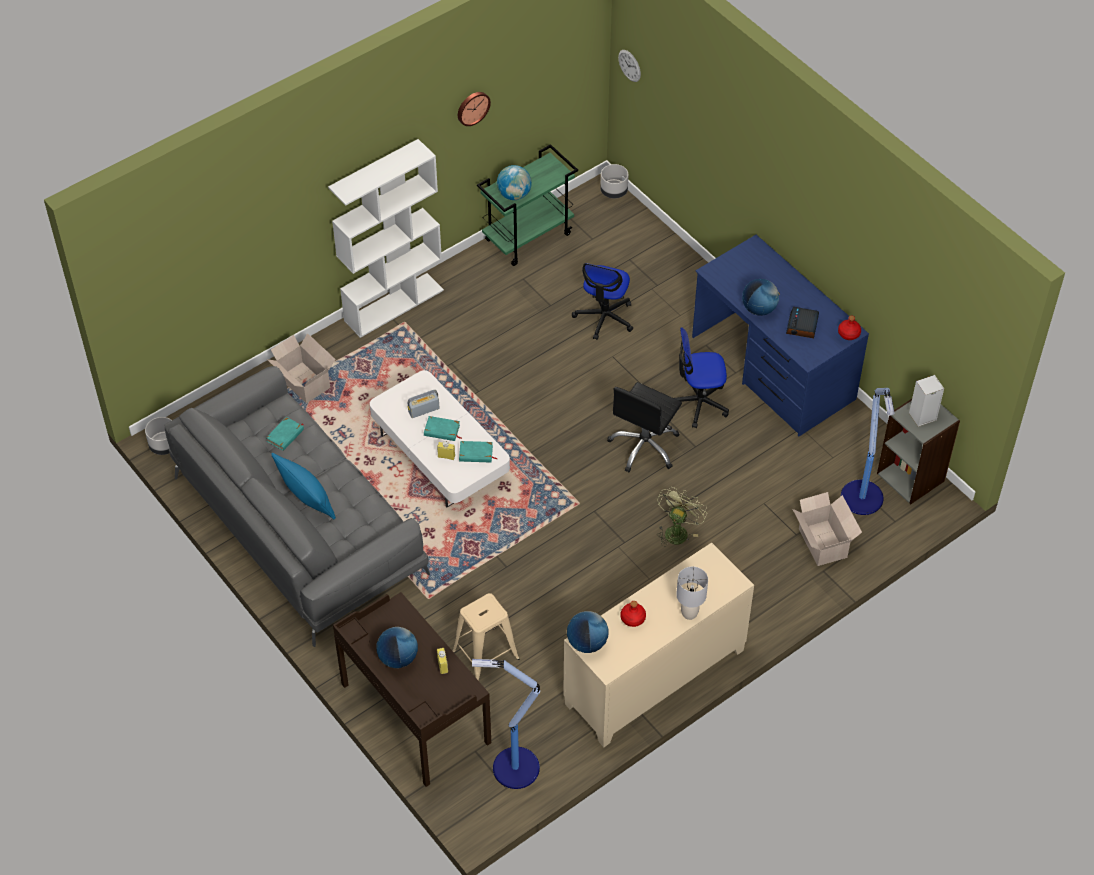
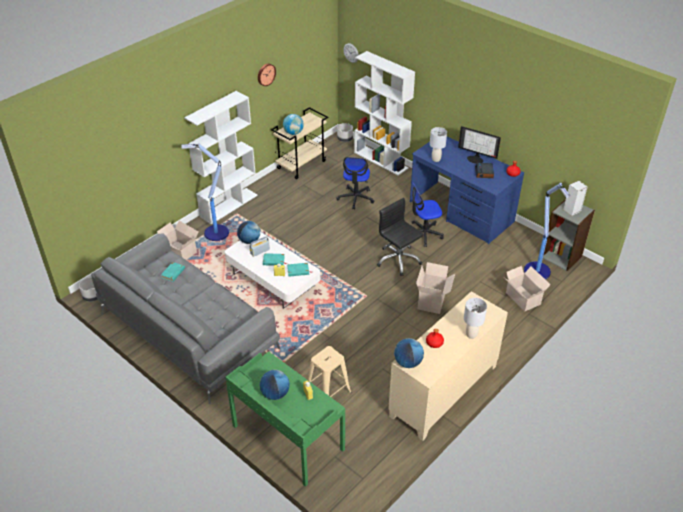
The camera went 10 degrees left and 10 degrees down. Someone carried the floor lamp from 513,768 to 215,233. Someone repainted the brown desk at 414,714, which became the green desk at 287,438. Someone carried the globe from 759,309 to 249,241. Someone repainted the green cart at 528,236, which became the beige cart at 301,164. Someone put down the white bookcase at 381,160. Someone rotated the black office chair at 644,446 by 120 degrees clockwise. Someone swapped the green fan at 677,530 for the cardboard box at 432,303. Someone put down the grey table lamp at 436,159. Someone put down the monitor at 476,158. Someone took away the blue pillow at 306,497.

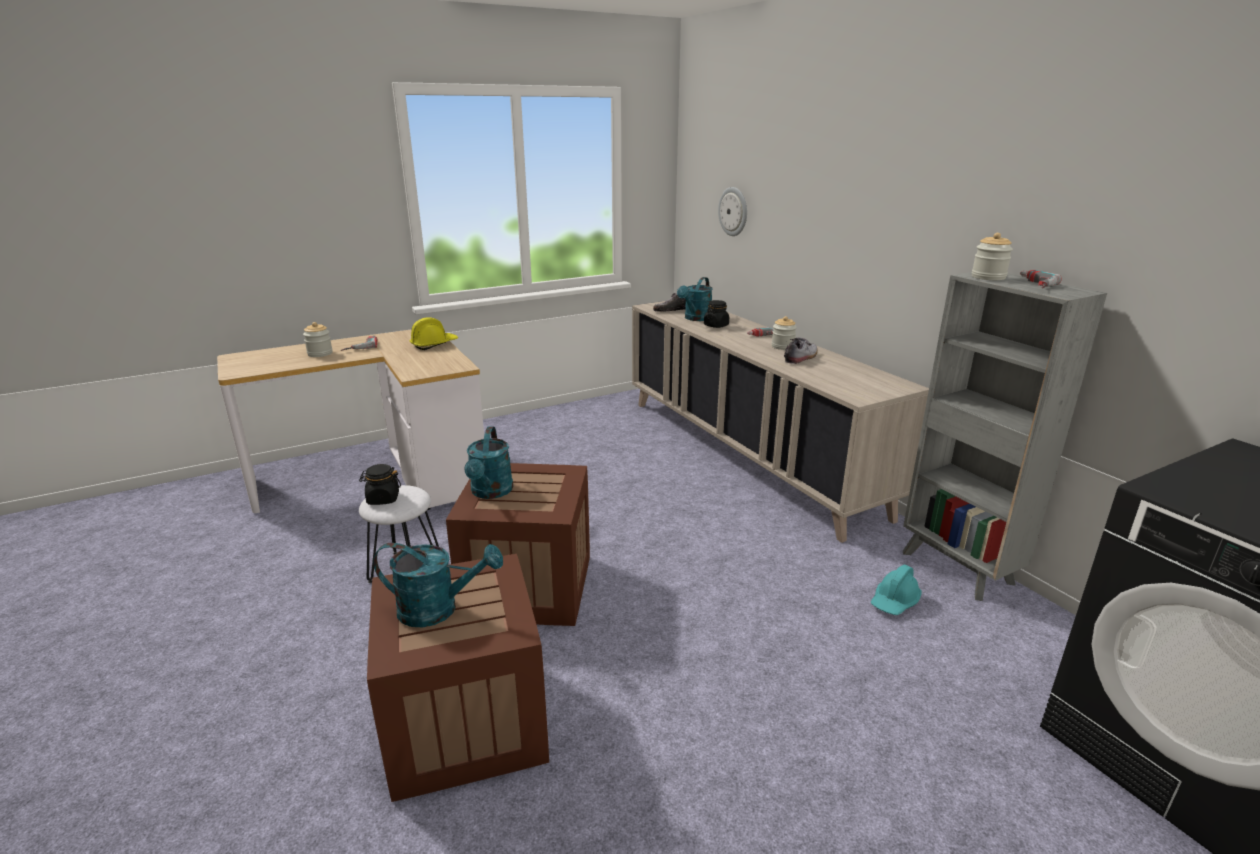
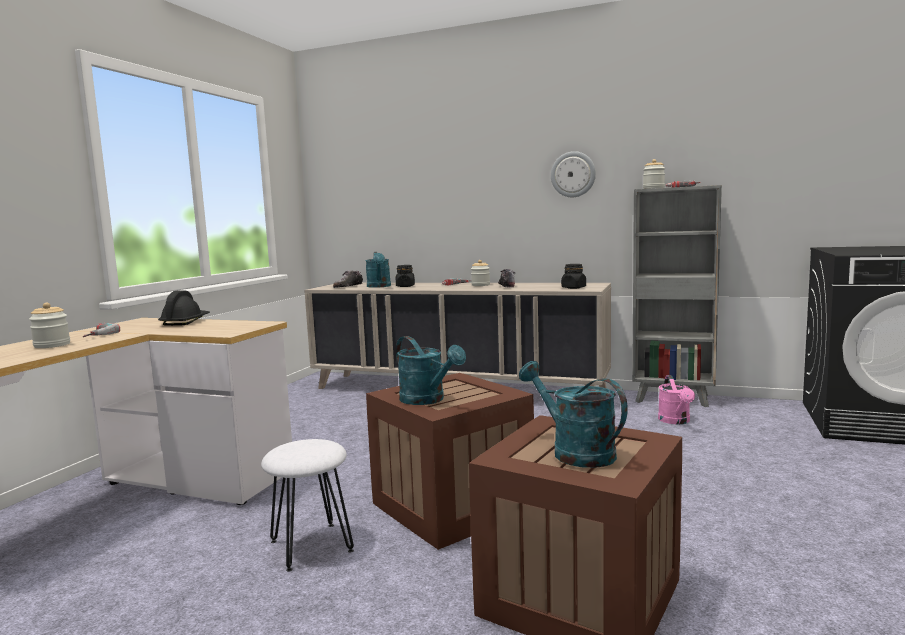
The camera went 40 degrees left and 15 degrees down. Someone repainted the yellow hard hat at 434,344, which became the black hard hat at 185,322. Someone rotated the turquoise watering can at 438,609 by 90 degrees counterclockwise. Someone carried the wall clock from 733,211 to 573,174. Someone carried the black jar from 383,499 to 573,288. Someone swapped the turquoise hard hat at 894,601 for the pink watering can at 676,421.

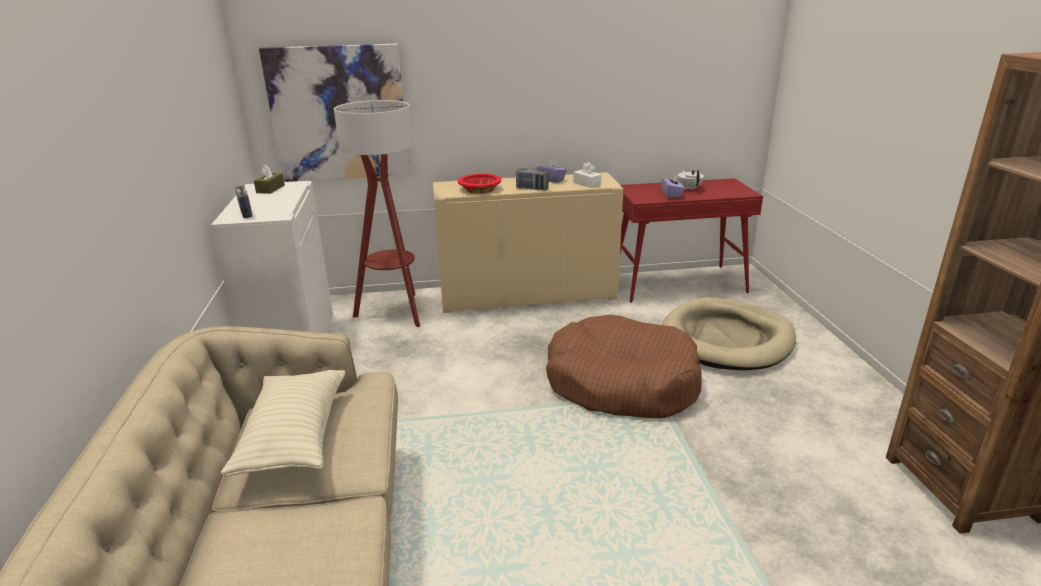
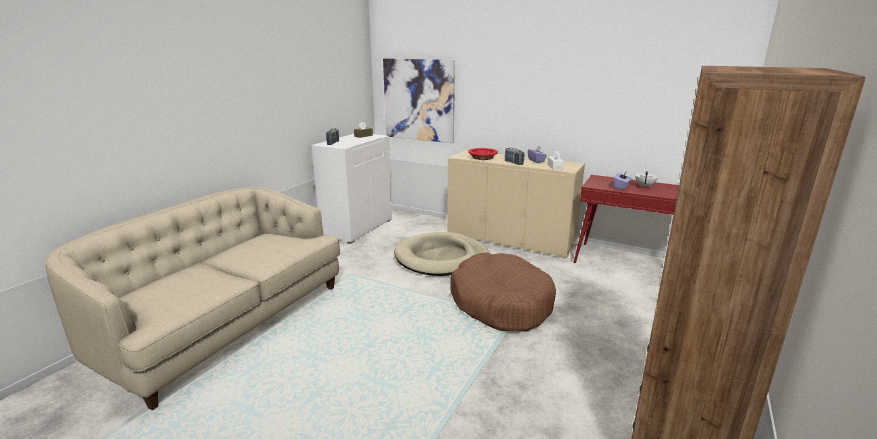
The camera went 35 degrees right and 5 degrees down. Someone carried the beige dog bed from 727,339 to 442,258. Someone took away the beige pillow at 294,436. Someone took away the floor lamp at 395,312.

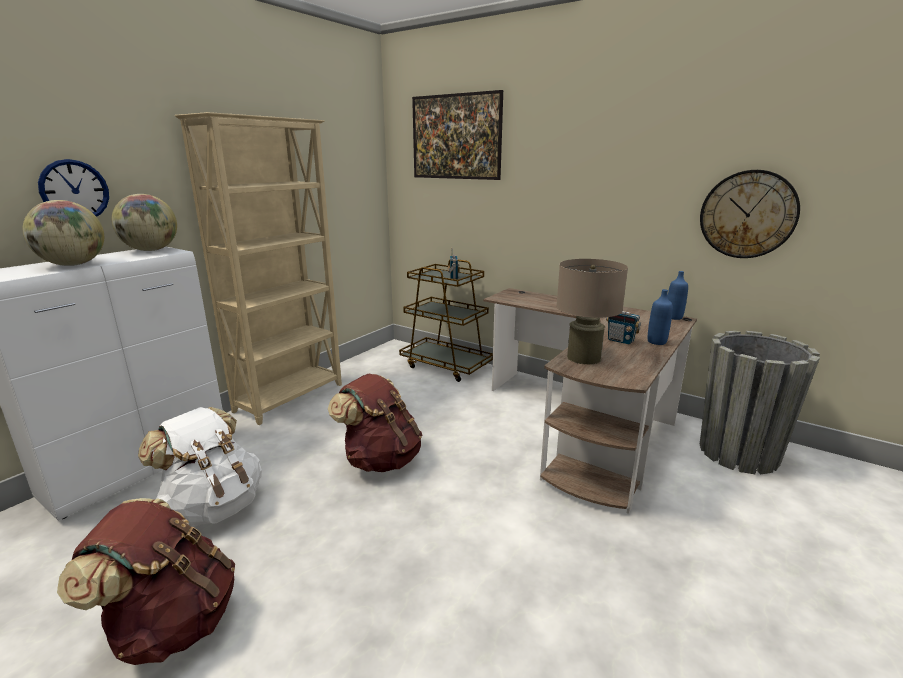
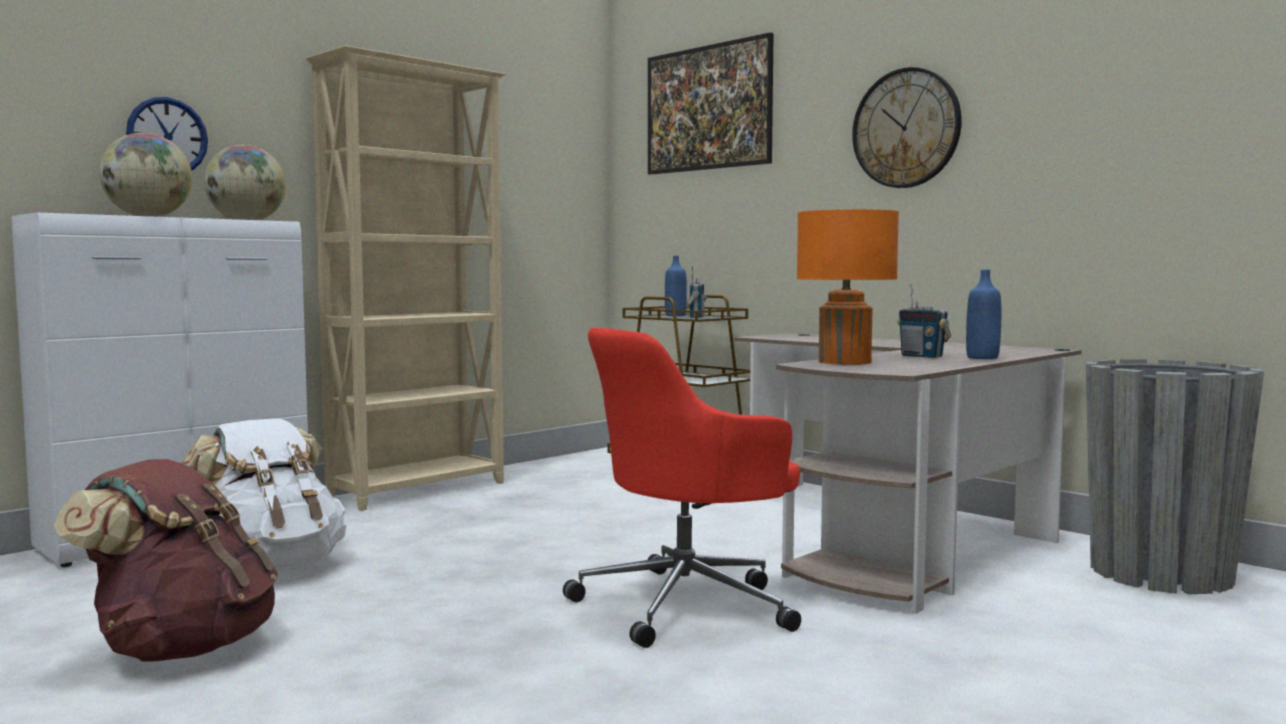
The camera went 10 degrees right and 15 degrees down. Someone put down the red office chair at 687,605. Someone carried the blue bottle from 673,317 to 675,315. Someone repainted the beige table lamp at 583,357, which became the orange table lamp at 844,362. Someone carried the wall clock from 748,214 to 906,128. Someone took away the brown backpack at 381,459.

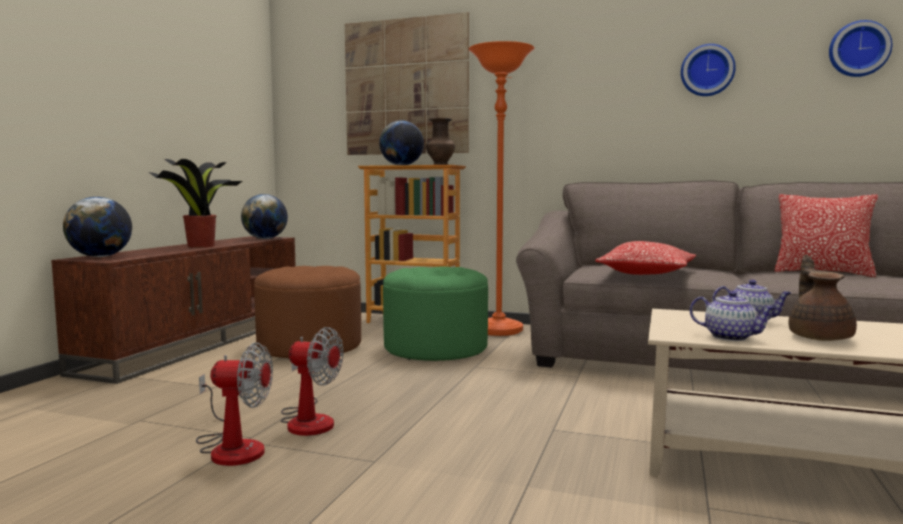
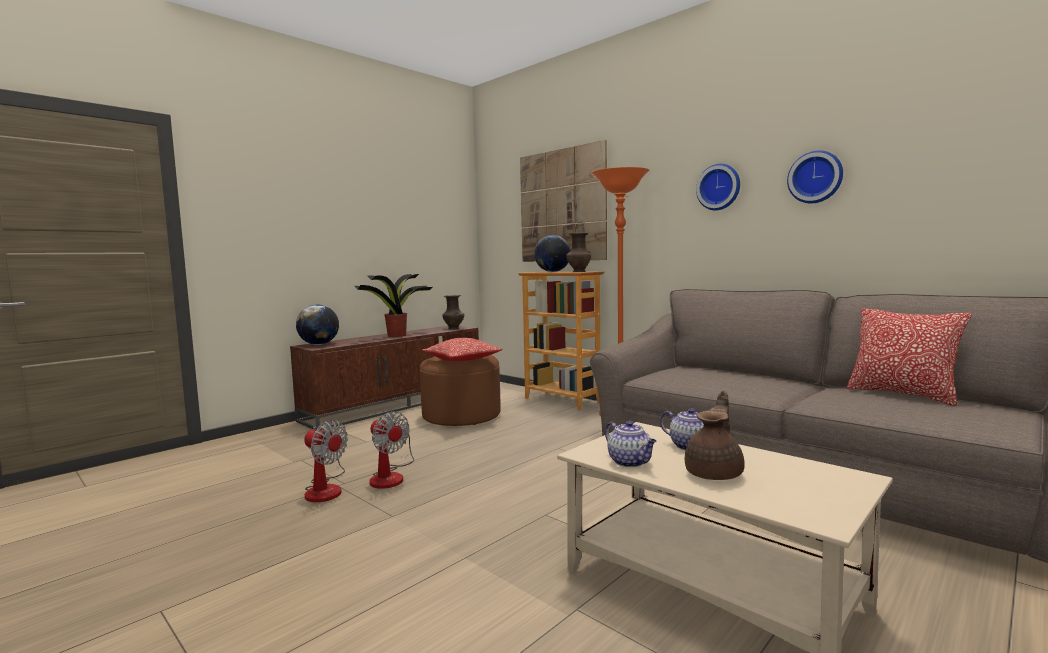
The camera went 25 degrees right and 0 degrees up. Someone carried the pillow from 646,273 to 462,360. Someone swapped the globe at 265,239 for the brown vase at 454,329. Someone carried the wall clock from 858,49 to 719,187. Someone took away the green ottoman at 435,348.

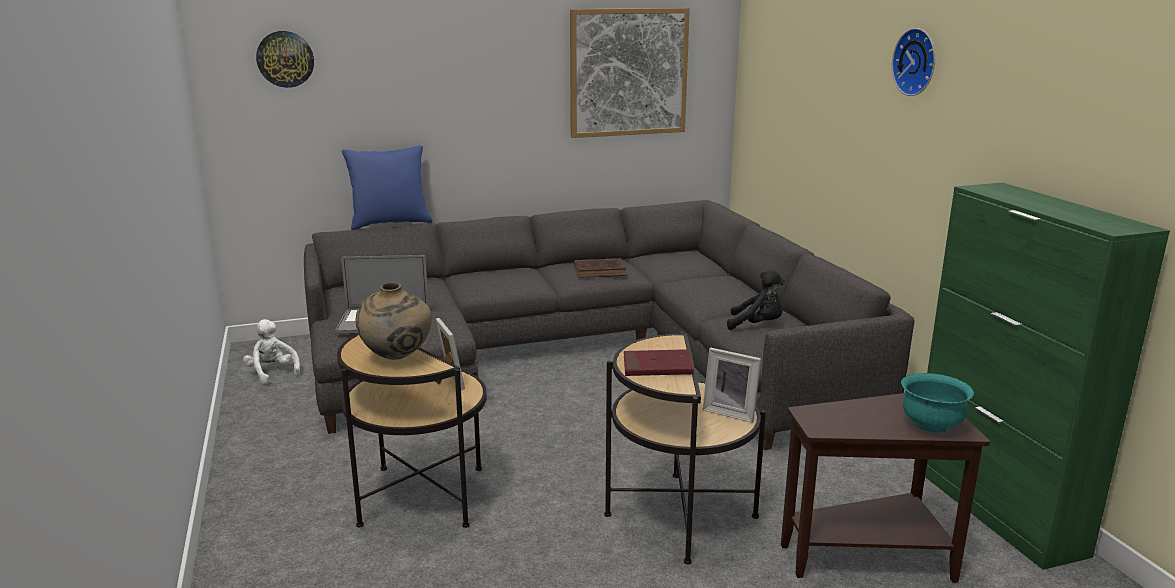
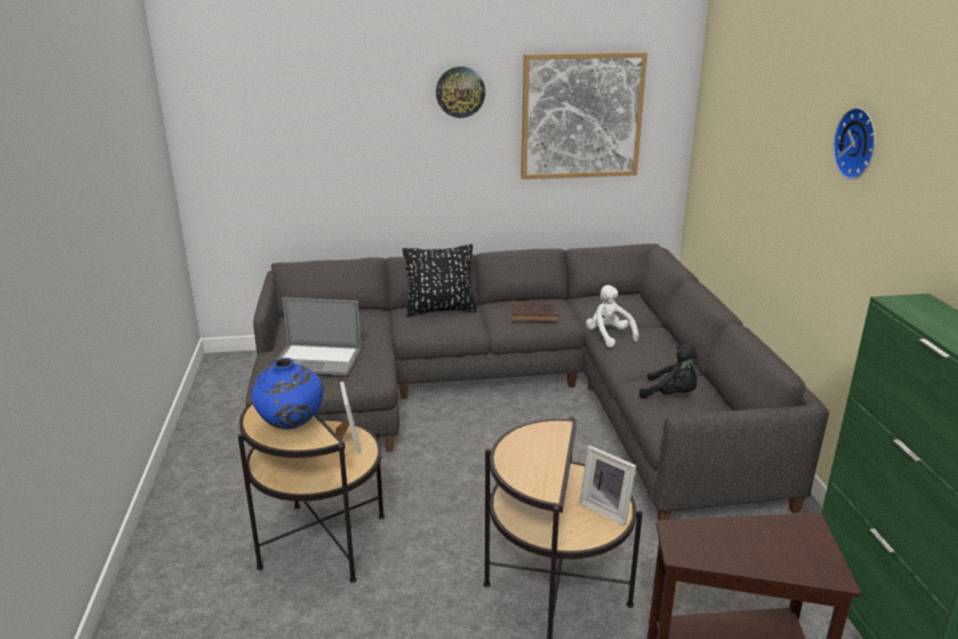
The camera went 10 degrees right and 5 degrees up. Someone repainted the beige vase at 397,358, which became the blue vase at 292,426. Someone put down the black pillow at 440,310. Someone carried the wall clock from 285,59 to 460,92. Someone carried the white plush toy from 272,373 to 609,336. Someone took away the blue pillow at 390,223. Someone took away the red book at 657,367. Someone took away the turquoise bowl at 931,425.

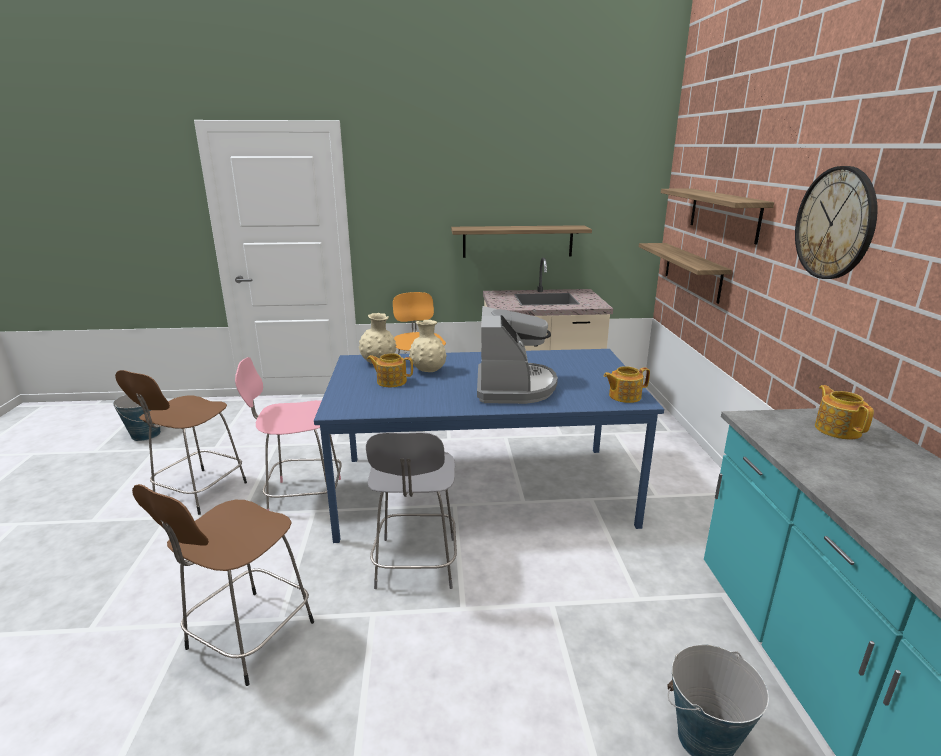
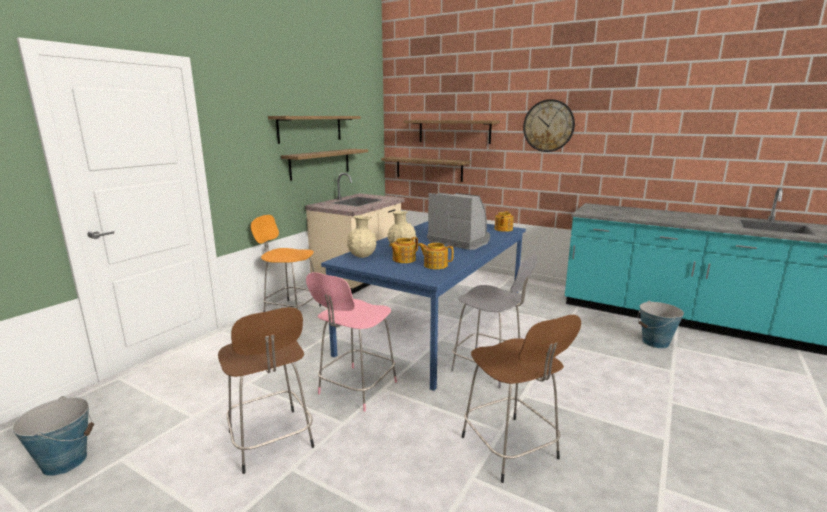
The camera went 55 degrees left and 5 degrees down. Someone put up the shelf at 310,128. Someone carried the teapot from 837,429 to 435,265.

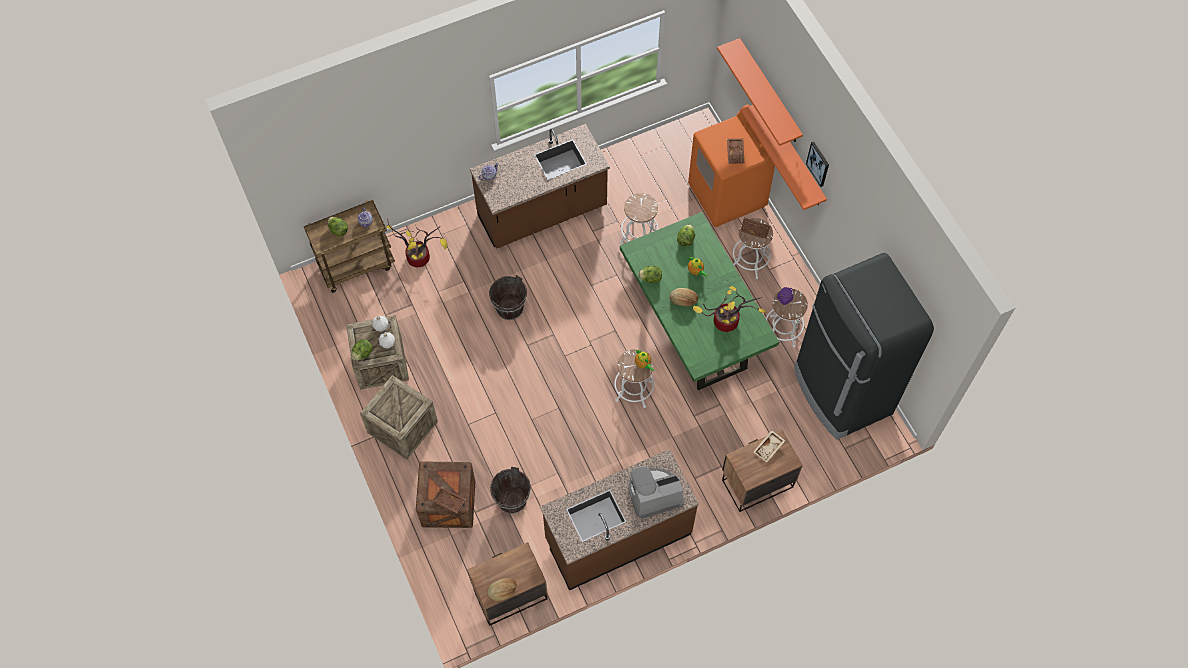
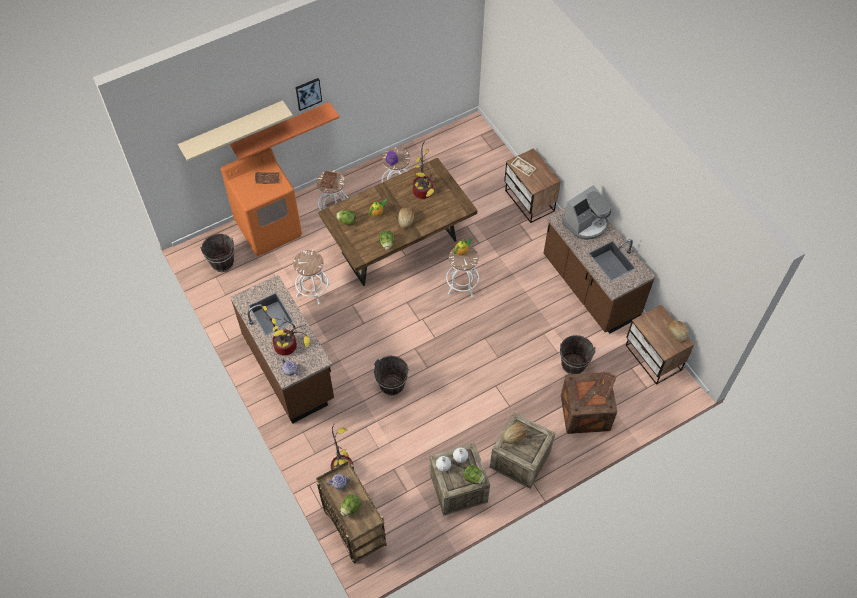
The camera went 95 degrees left and 5 degrees down. Someone repainted the orange shelf at 769,92, which became the beige shelf at 232,128. Someone put down the brown bucket at 222,263. Someone put down the potted plant at 287,345. Someone repainted the green dining table at 692,327, which became the brown dining table at 398,248. Someone put down the bread at 514,435. Someone rotated the coffee machine at 654,494 by 105 degrees counterclockwise. Someone took away the black fridge at 841,392.

